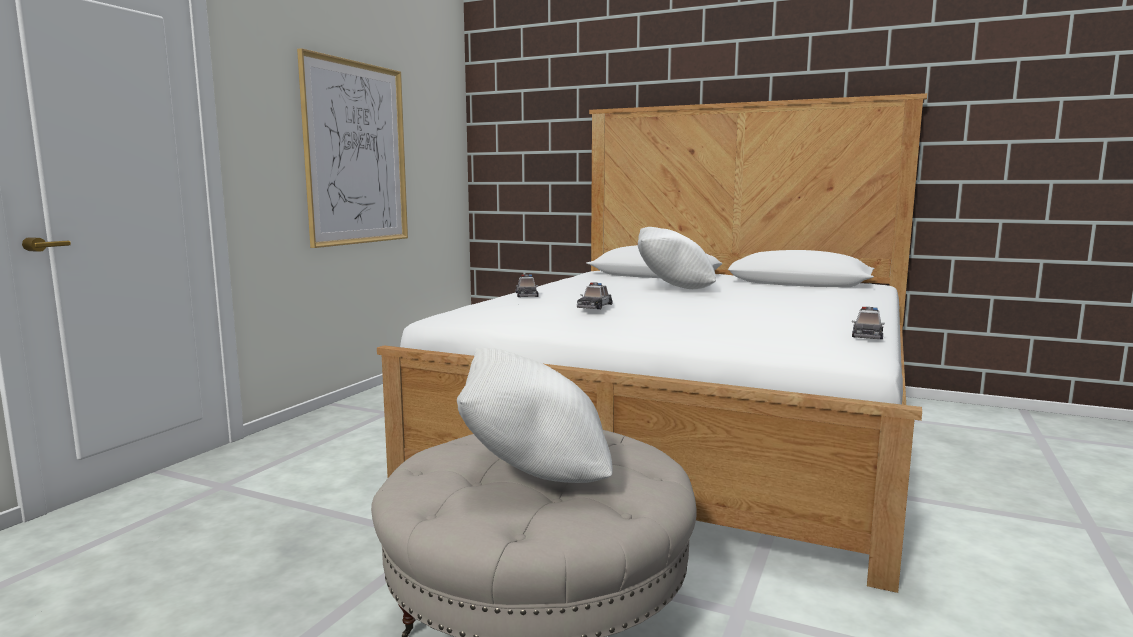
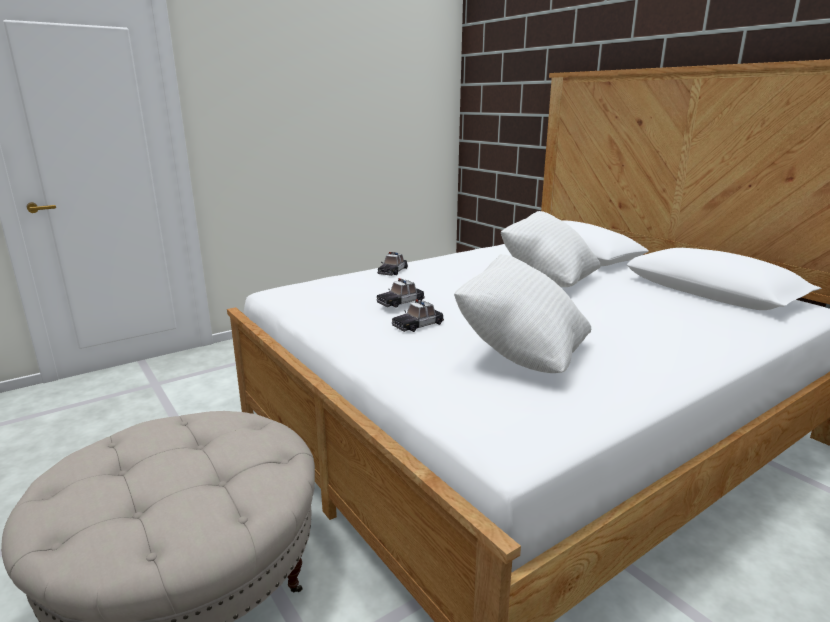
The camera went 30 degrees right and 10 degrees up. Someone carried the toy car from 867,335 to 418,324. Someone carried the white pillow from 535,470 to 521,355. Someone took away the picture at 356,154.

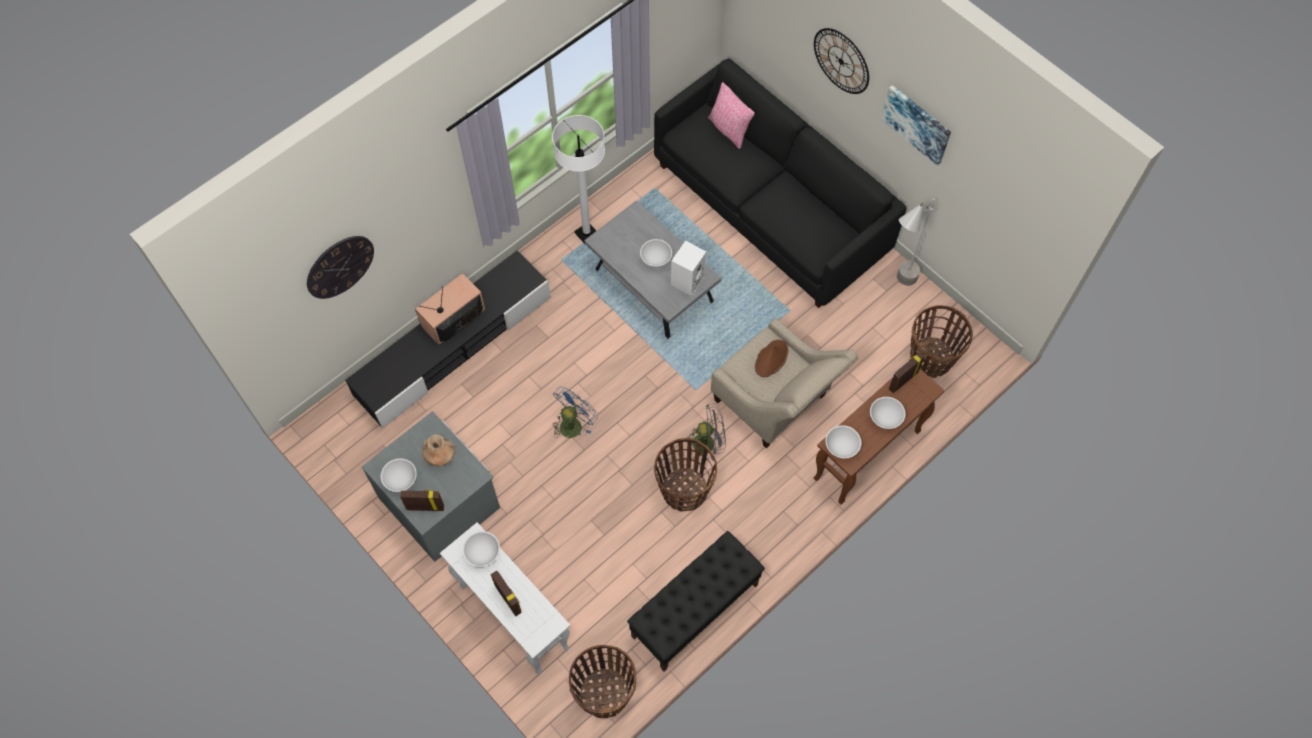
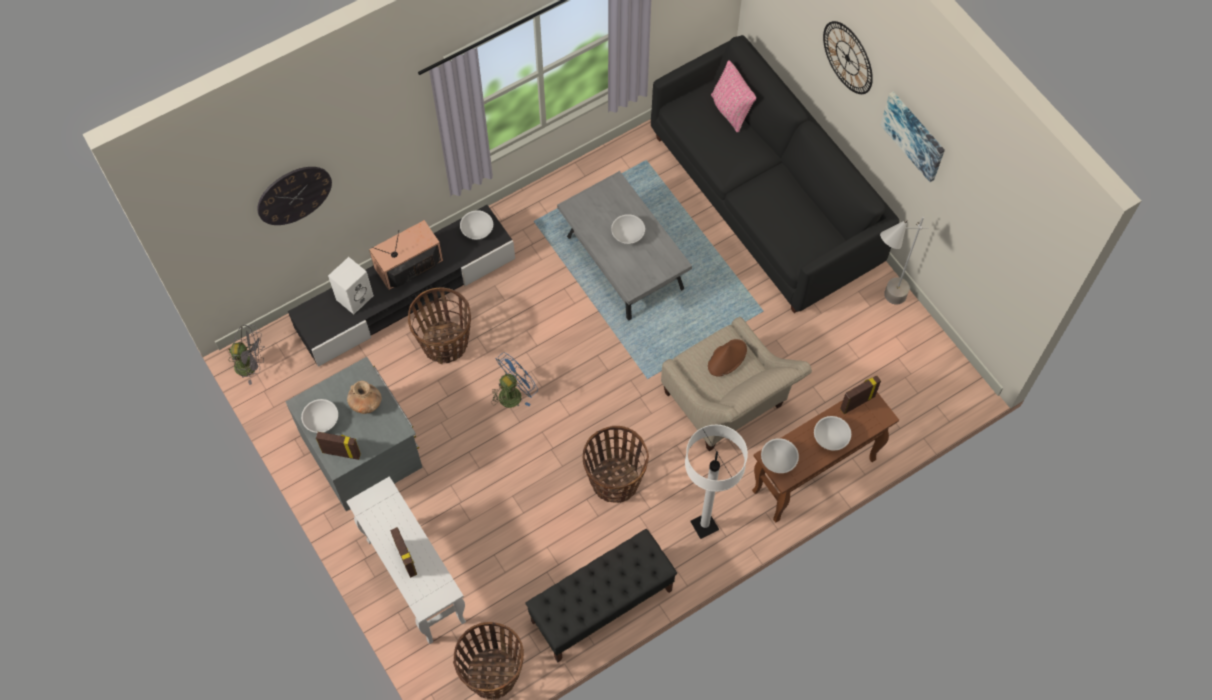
The camera went 10 degrees right and 0 degrees up. Someone carried the grey fan from 708,442 to 251,365. Someone carried the white speaker from 687,279 to 355,296. Someone carried the basket from 931,358 to 445,343. Someone carried the white bowl from 483,553 to 477,231. Someone carried the white floor lamp from 586,234 to 704,525.

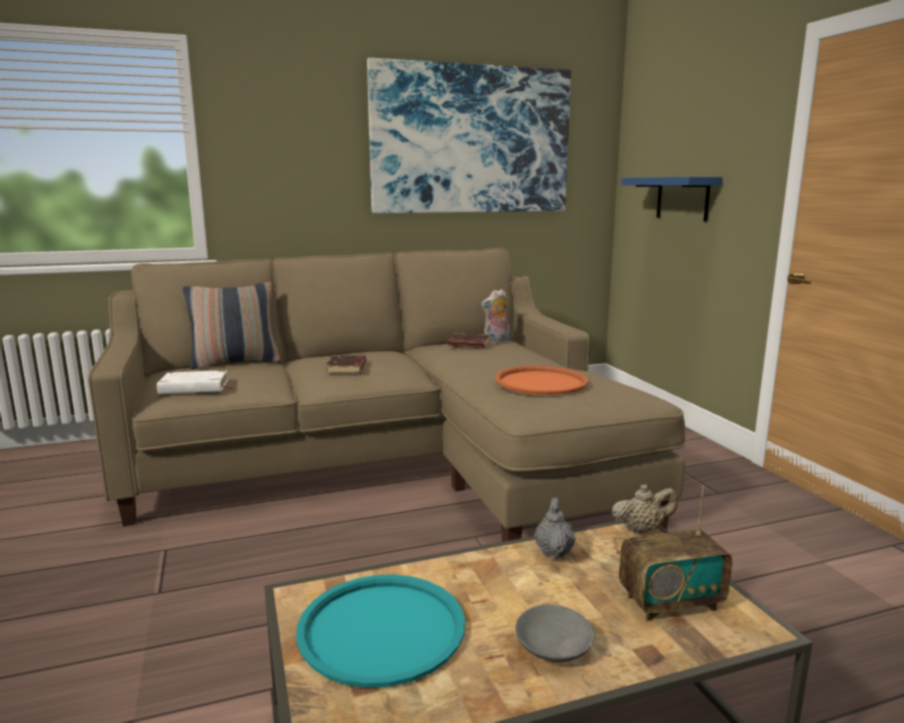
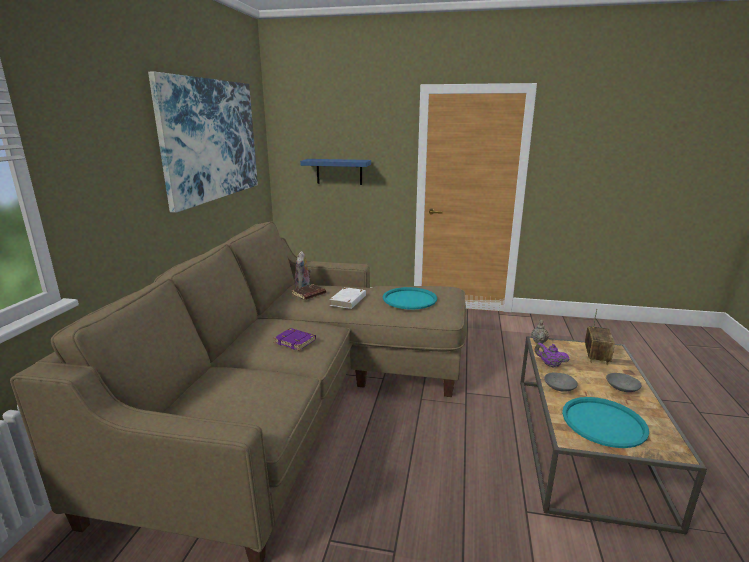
The camera went 60 degrees left and 5 degrees up. Someone repainted the brown book at 347,368, which became the purple book at 295,341. Someone carried the white book from 194,387 to 348,300. Someone repainted the orange tray at 540,382, which became the turquoise tray at 409,299. Someone repainted the grey teapot at 554,551, which became the purple teapot at 550,364. Someone put down the grey bowl at 559,387. Someone took away the pillow at 235,362.

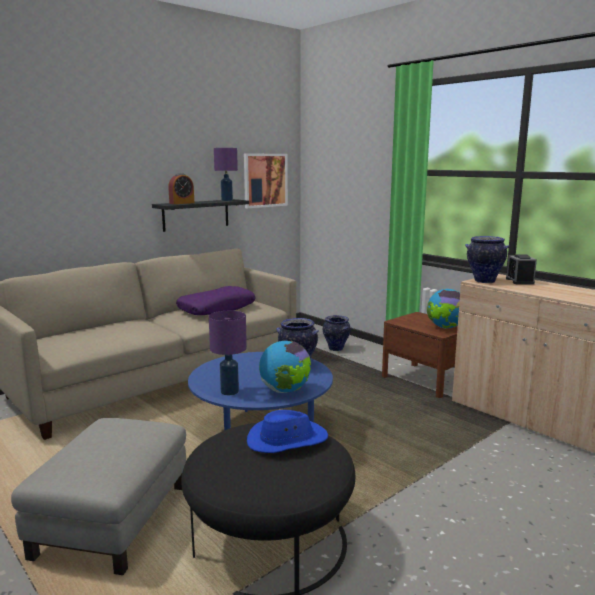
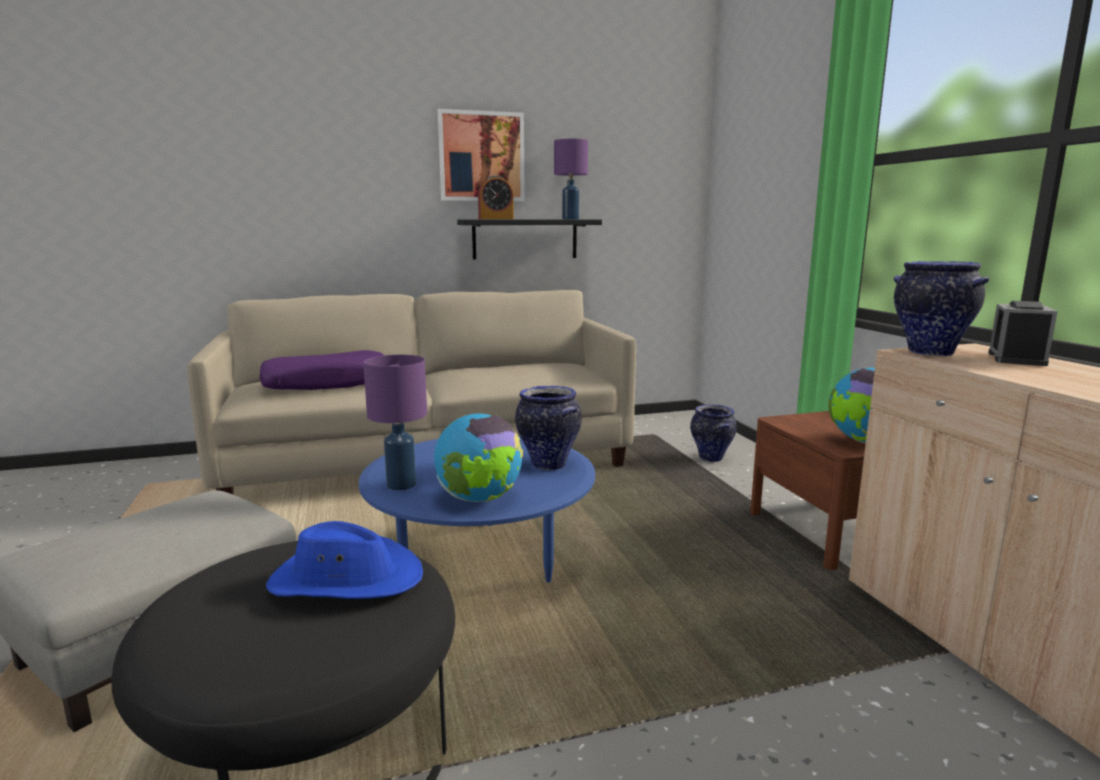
The camera went 25 degrees right and 0 degrees up. Someone carried the purple pillow from 217,309 to 327,383. Someone carried the picture from 265,180 to 481,157.

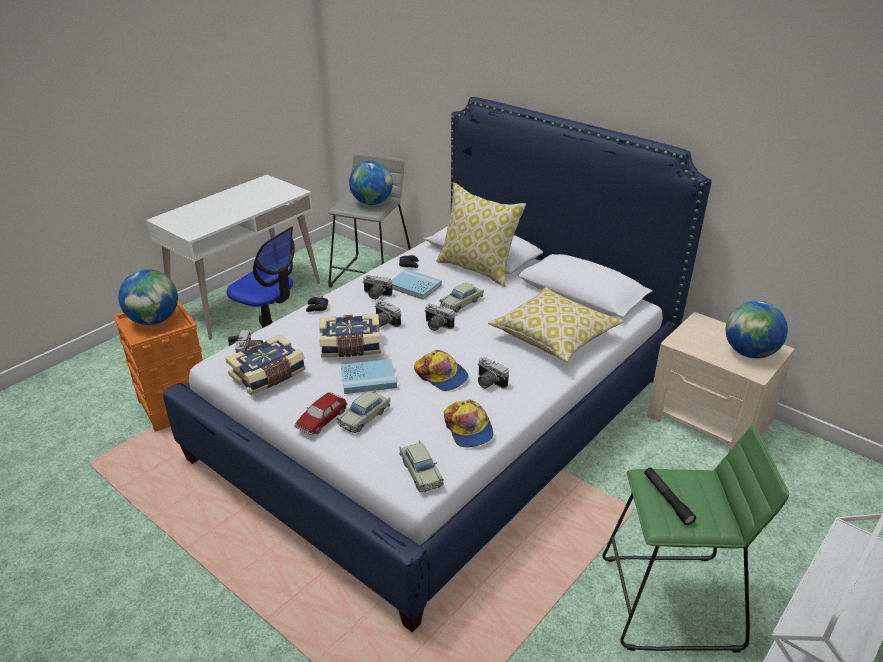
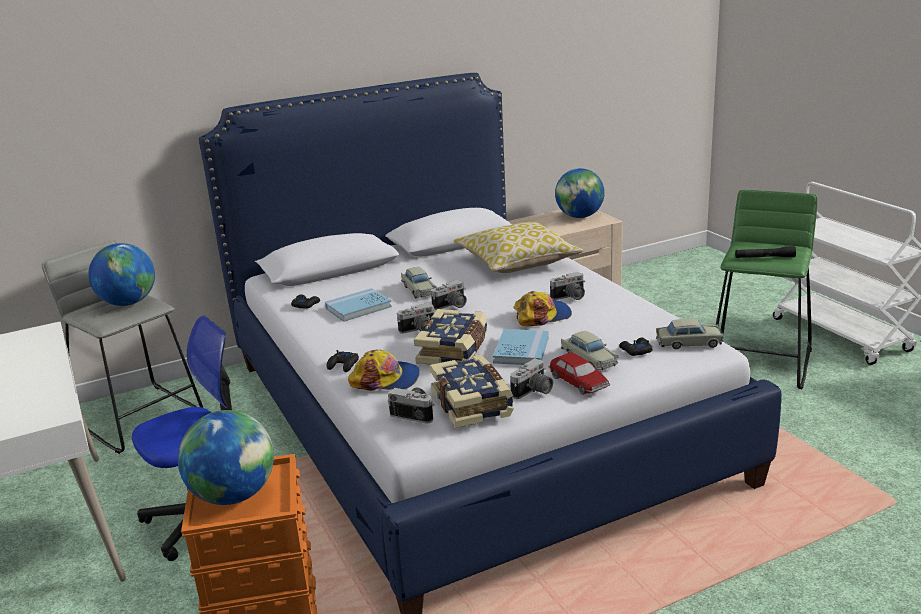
The camera went 65 degrees left and 10 degrees down. Someone carried the cap from 468,428 to 385,379. Someone carried the photo camera from 375,295 to 533,392. Someone put down the black game controller at 635,350. Someone took away the pillow at 477,269.

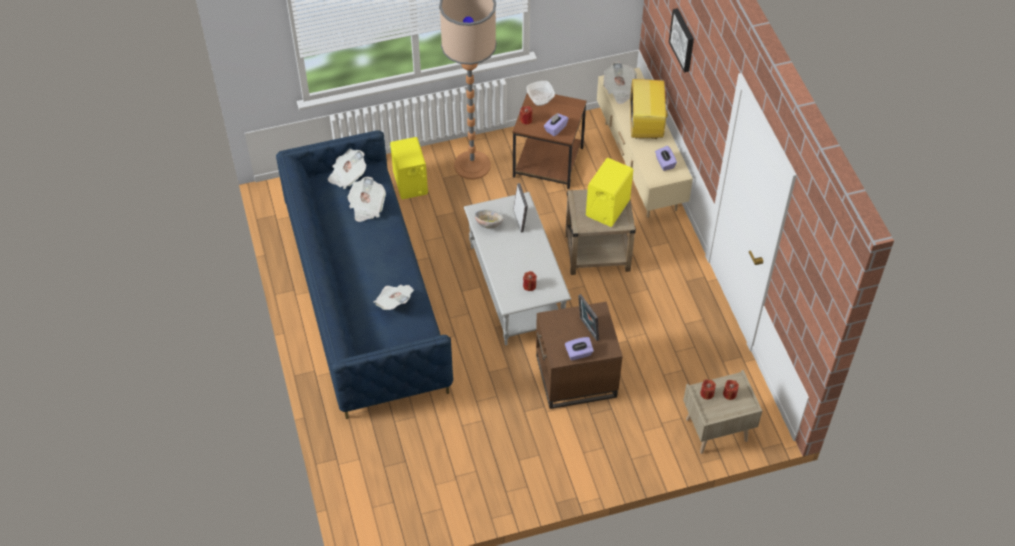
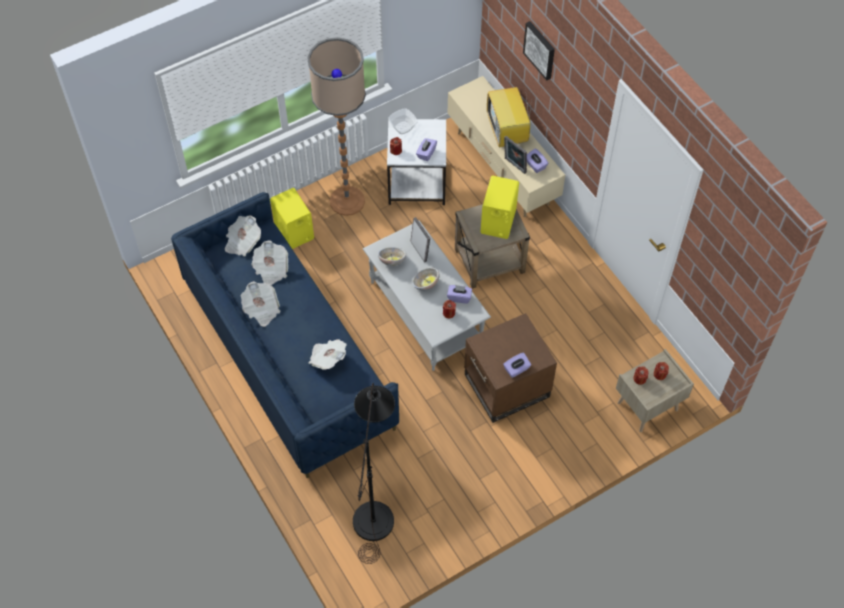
The camera went 15 degrees left and 5 degrees up. Someone carried the newspaper from 620,90 to 261,309. Someone put down the black floor lamp at 375,510. Someone repainted the brown side table at 549,161, which became the white side table at 417,182. Someone put down the bowl at 425,284. Someone put down the purple tissue box at 459,297. Someone carried the picture frame from 587,330 to 514,166.

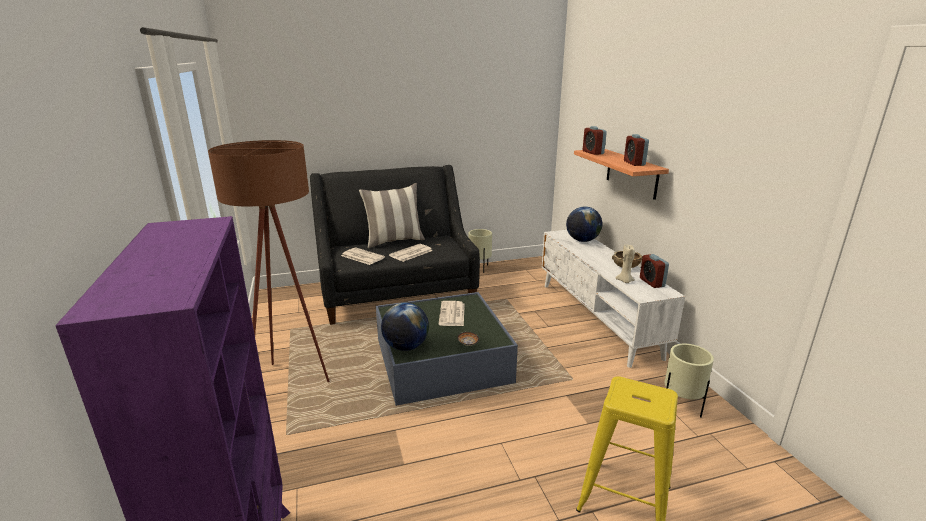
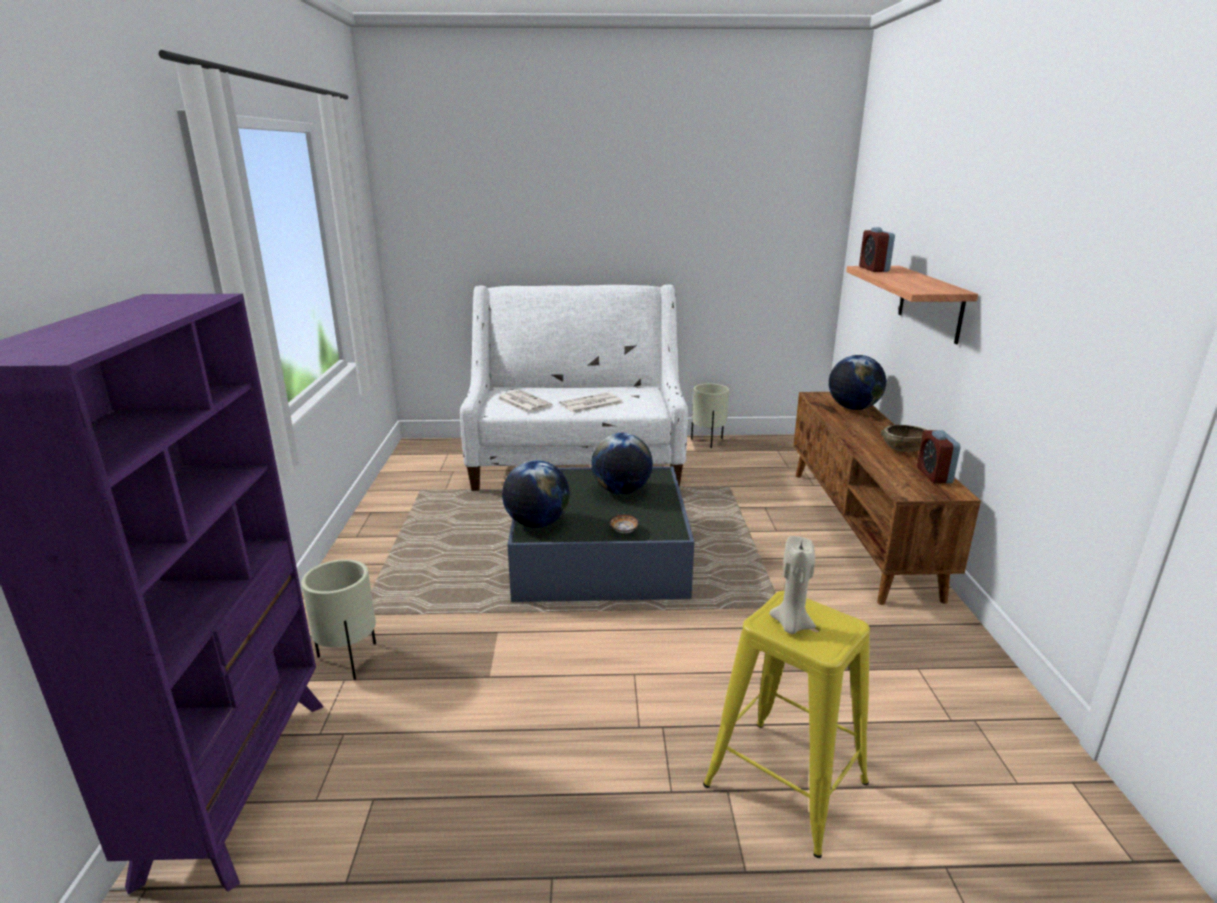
The camera went 15 degrees right and 0 degrees up. Someone carried the beige planter from 681,407 to 349,660. Someone repainted the black sofa at 397,294, which became the white sofa at 576,463. Someone swapped the newspaper at 452,314 for the globe at 621,491. Someone carried the beige candle from 625,281 to 791,625. Someone repainted the white tv stand at 597,318, which became the brown tv stand at 860,529. Someone took away the brown floor lamp at 293,384. Someone took away the pillow at 394,241. Someone took away the alarm clock at 634,163.

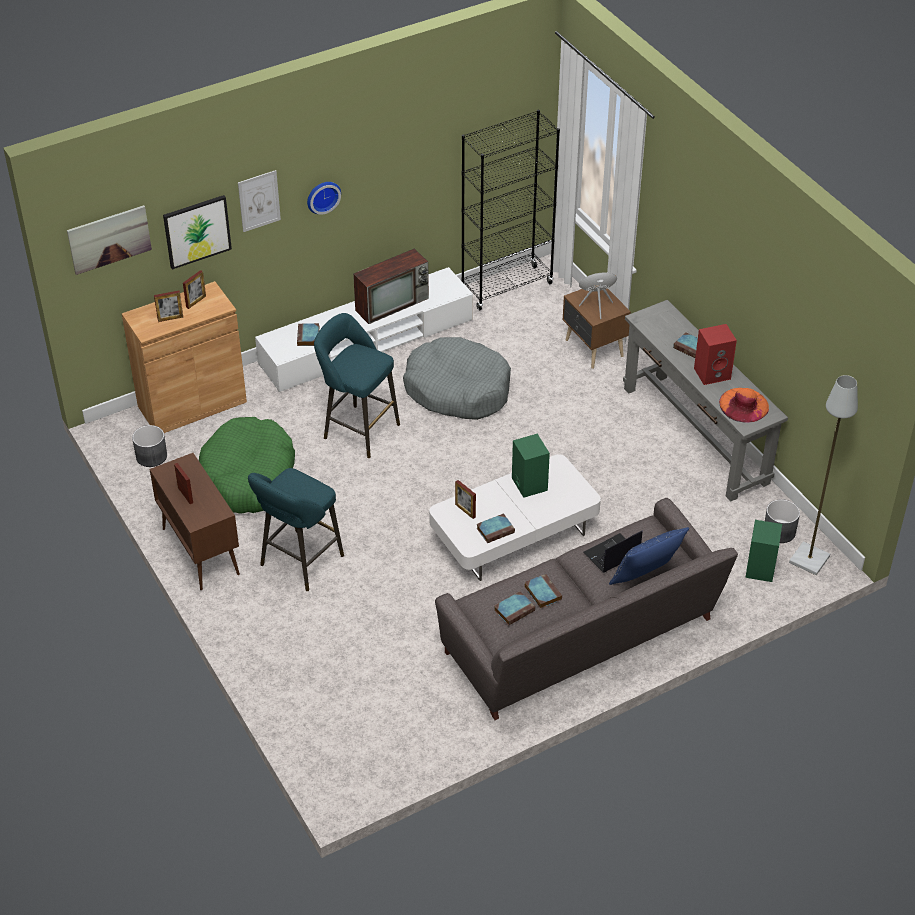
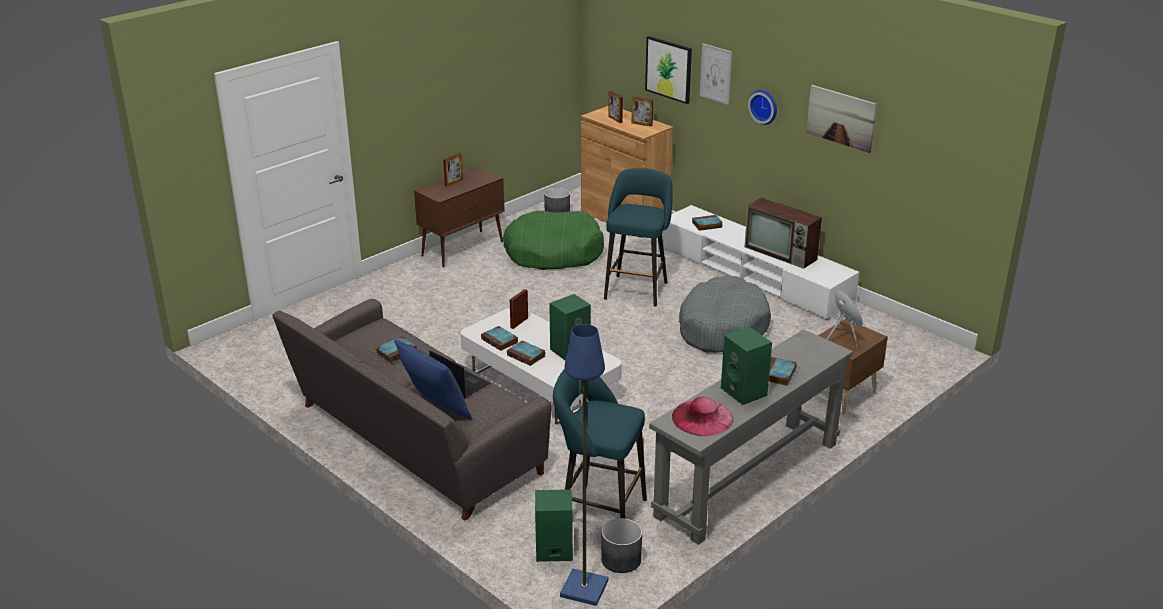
The camera went 75 degrees right and 15 degrees down. Someone carried the book from 514,610 to 527,356. Someone carried the turquoise stool from 299,563 to 598,511. Someone repainted the grey floor lamp at 809,560, which became the blue floor lamp at 583,589. Someone repainted the orange hat at 743,405, which became the pink hat at 702,418. Someone repainted the red speaker at 712,373, which became the green speaker at 745,392. Someone carried the picture from 109,239 to 841,118. Someone took away the black bookcase at 507,288.

